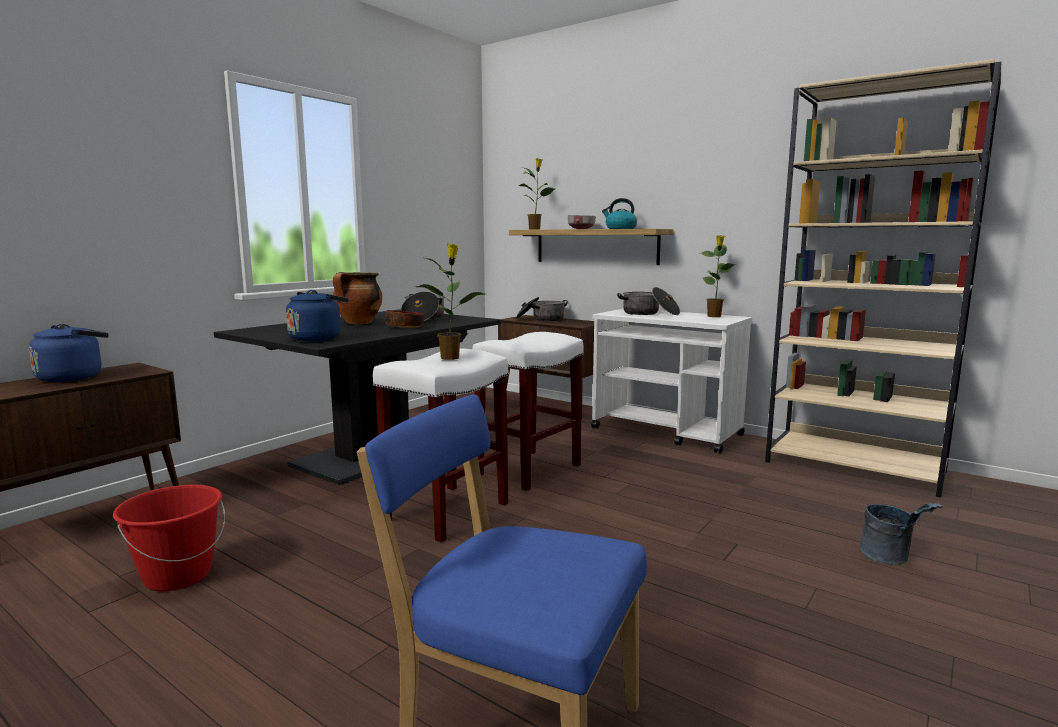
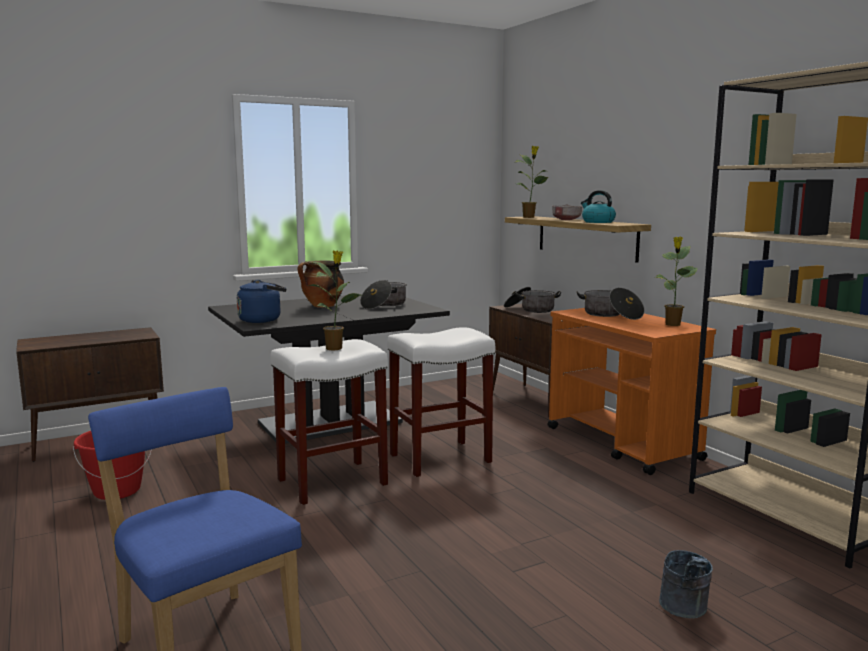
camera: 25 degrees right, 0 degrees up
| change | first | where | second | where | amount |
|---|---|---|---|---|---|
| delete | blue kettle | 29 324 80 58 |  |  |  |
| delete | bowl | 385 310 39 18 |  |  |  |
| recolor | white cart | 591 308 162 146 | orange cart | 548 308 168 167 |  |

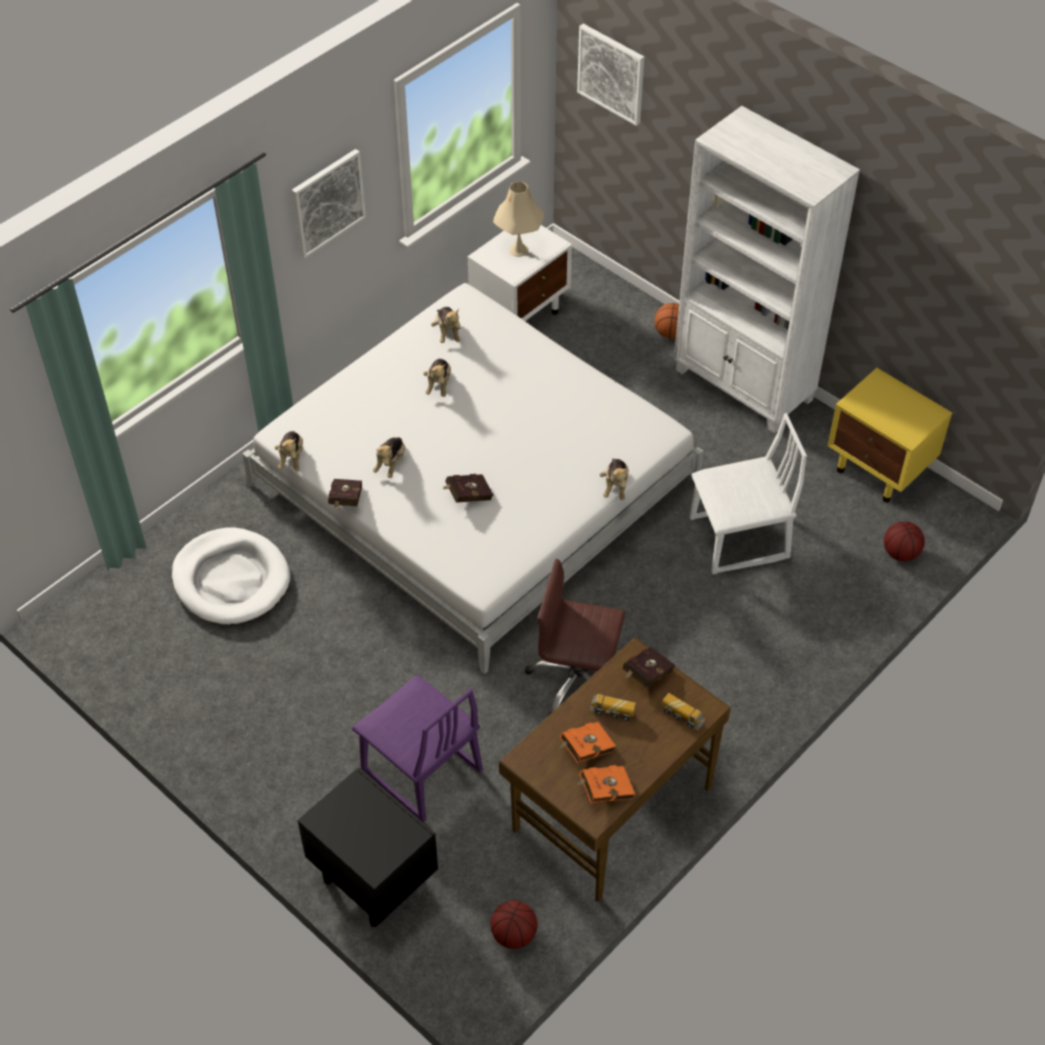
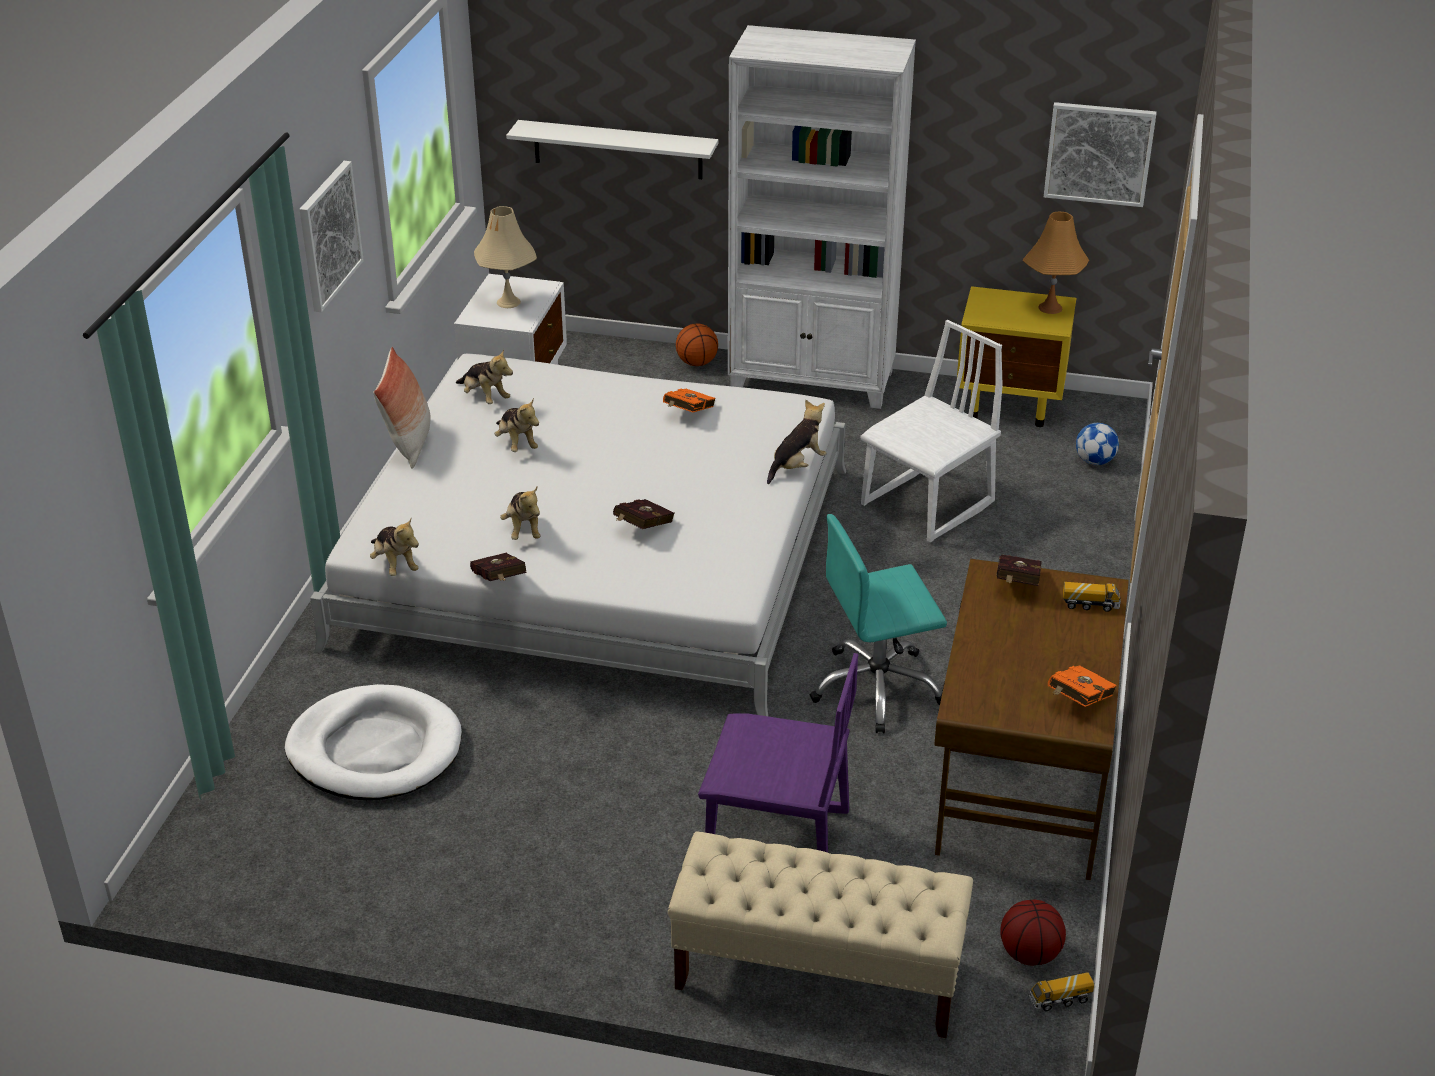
camera: 30 degrees left, 15 degrees down
| change | first | where | second | where | amount |
|---|---|---|---|---|---|
| insert |  |  | pillow | 373 347 58 122 |  |
| insert |  |  | white shelf | 506 120 213 59 |  |
| insert |  |  | orange table lamp | 1023 212 66 102 |  |
| move | orange book | 558 722 58 41 |  | 663 389 53 23 |  |
| move | picture | 577 24 67 102 |  | 1044 102 113 105 |  |
| move | toy truck | 590 694 46 27 |  | 1029 972 65 39 |  |
| replace | black nightstand | 297 767 141 160 | beige bench | 668 831 305 207 |  |
| replace | basketball | 884 521 41 40 | football | 1076 423 43 42 |  |
| recolor | brown office chair | 525 559 100 157 | turquoise office chair | 810 514 137 219 |  |
| rotate | plush toy | 600 459 29 41 |  | 767 400 59 84 | 105 degrees counterclockwise |

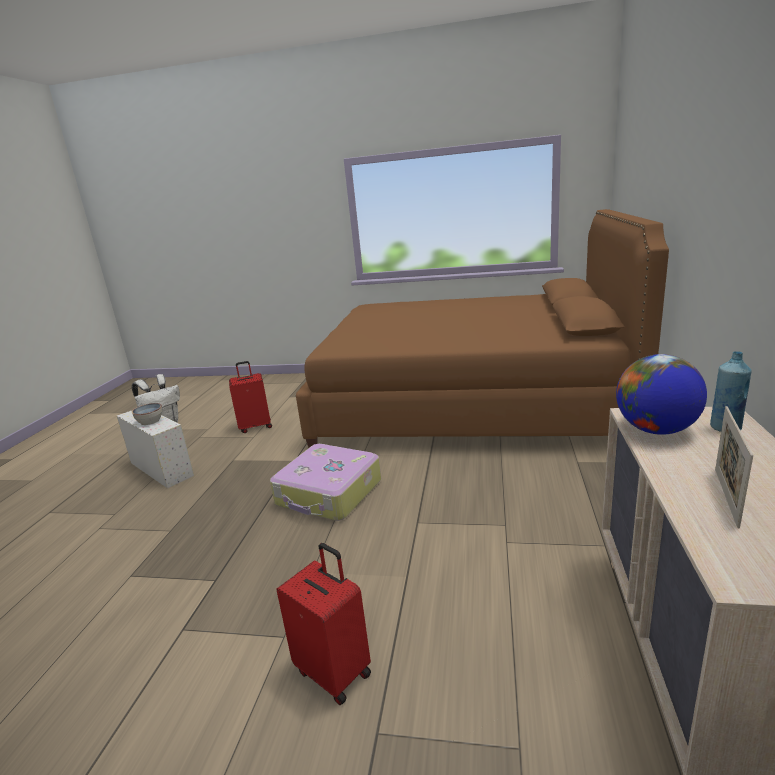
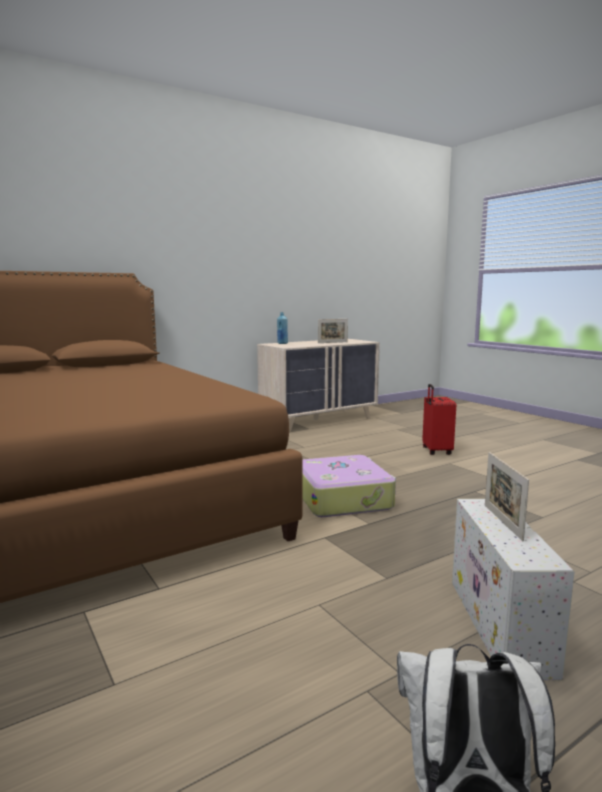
camera: 135 degrees left, 10 degrees down
| change | first | where | second | where | amount |
|---|---|---|---|---|---|
| delete | red suitcase | 229 361 43 72 |  |  |  |
| delete | globe | 616 354 91 81 |  |  |  |
| replace | bowl | 132 403 30 22 | picture frame | 485 452 44 89 |  |

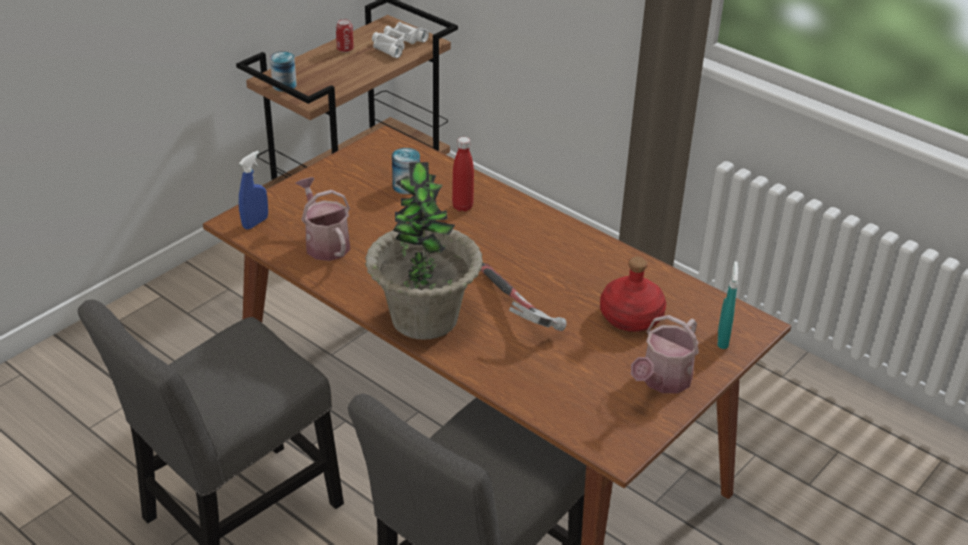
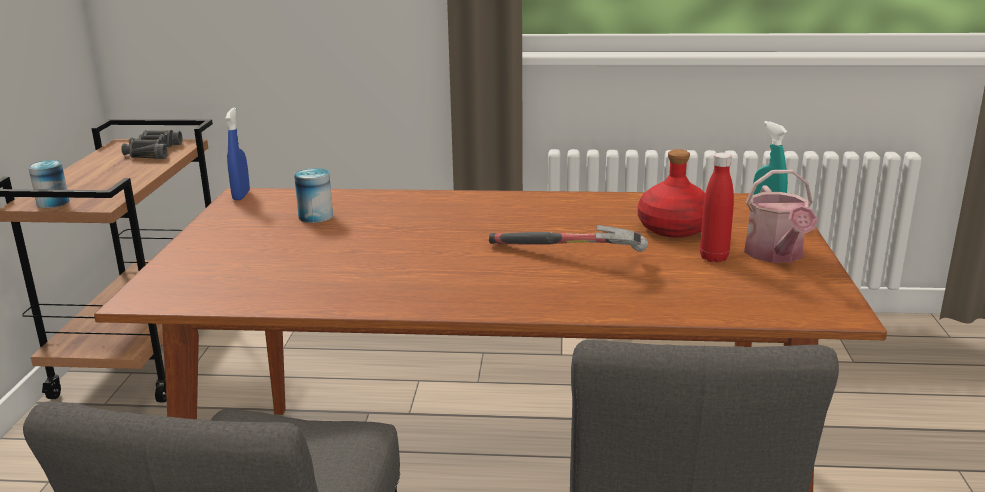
camera: 35 degrees left, 15 degrees down
| change | first | where | second | where | amount |
|---|---|---|---|---|---|
| delete | watering can | 296 177 54 84 |  |  |  |
| delete | can | 336 19 18 33 |  |  |  |
| delete | potted plant | 365 162 118 178 |  |  |  |
| move | blue spray bottle | 239 151 29 78 |  | 225 107 25 93 |  |
| move | red bottle | 452 137 22 75 |  | 700 153 34 109 |  |
| recolor | white binoculars | 372 22 57 36 | black binoculars | 121 130 62 29 |  |

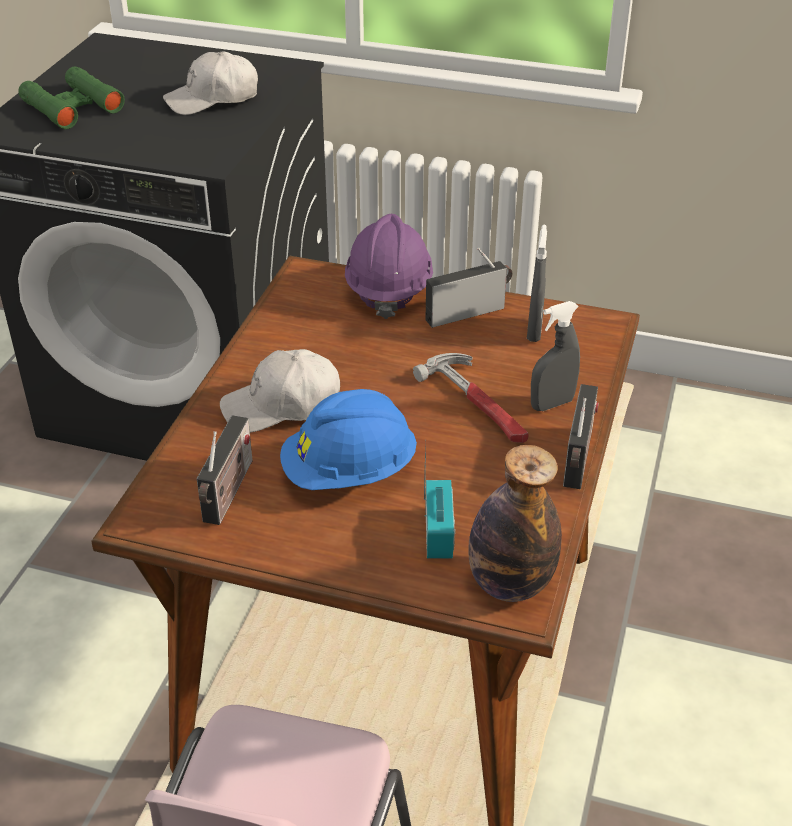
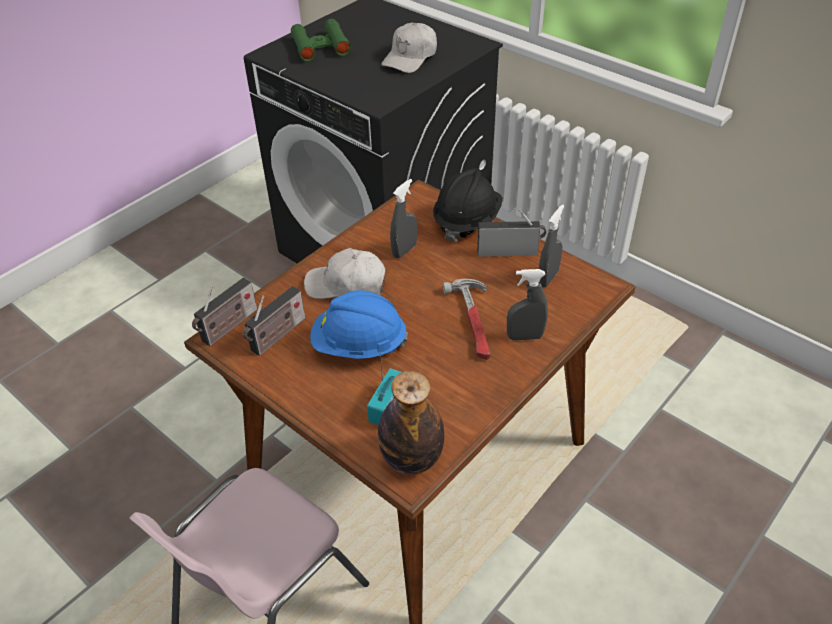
camera: 25 degrees right, 5 degrees up
| change | first | where | second | where | amount |
|---|---|---|---|---|---|
| insert |  |  | grey spray bottle | 390 179 27 79 |  |
| move | radio | 563 384 36 105 |  | 192 278 65 68 |  |
| recolor | purple hard hat | 345 214 88 105 | black hard hat | 433 168 70 74 |  |
| rotate | white cap | 163 51 95 64 |  | 381 23 56 50 | 60 degrees counterclockwise |

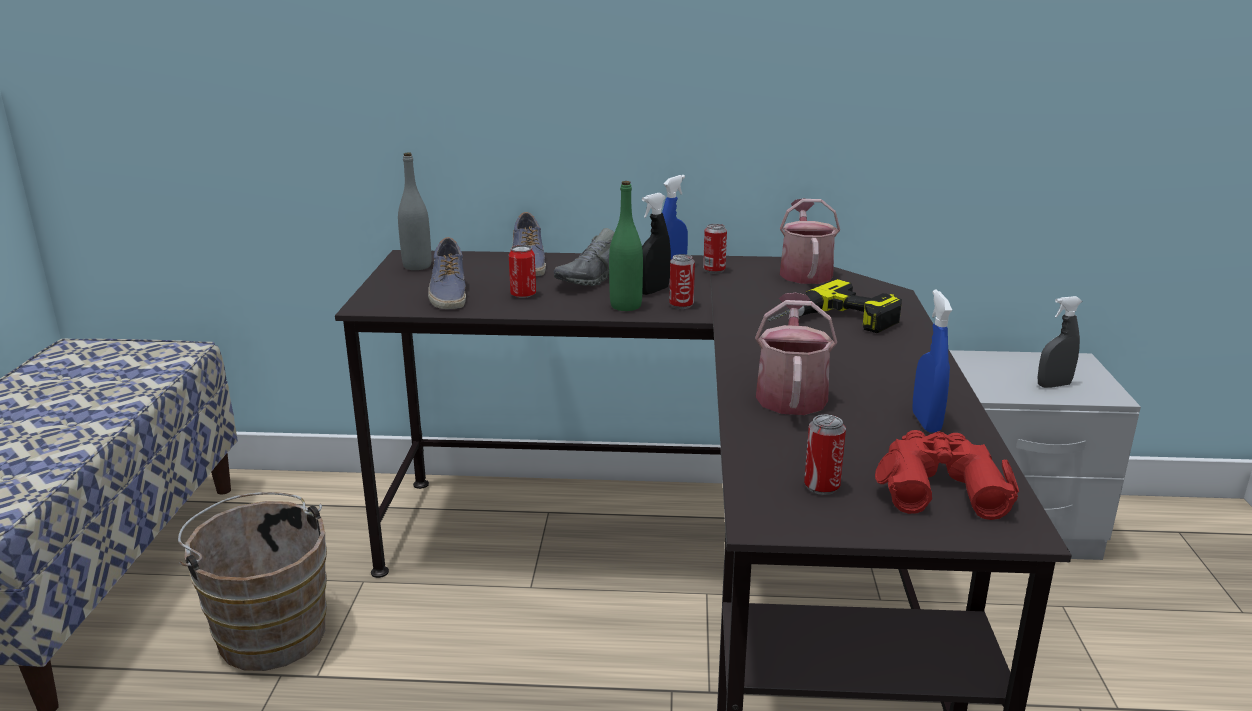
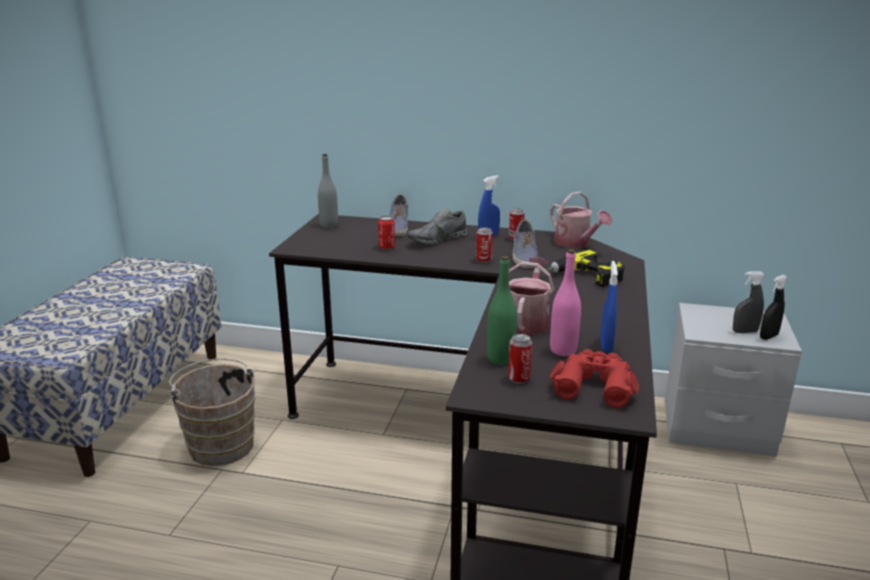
camera: 10 degrees right, 0 degrees up
| change | first | where | second | where | amount |
|---|---|---|---|---|---|
| insert |  |  | pink bottle | 550 249 31 107 |  |
| move | shoe | 428 237 38 72 |  | 513 220 25 48 |  |
| move | green bottle | 609 181 34 130 |  | 487 256 30 109 |  |
| move | black spray bottle | 642 193 29 102 |  | 760 275 27 65 |  |
| rotate | watering can | 780 198 60 86 |  | 550 191 62 57 | 135 degrees clockwise |

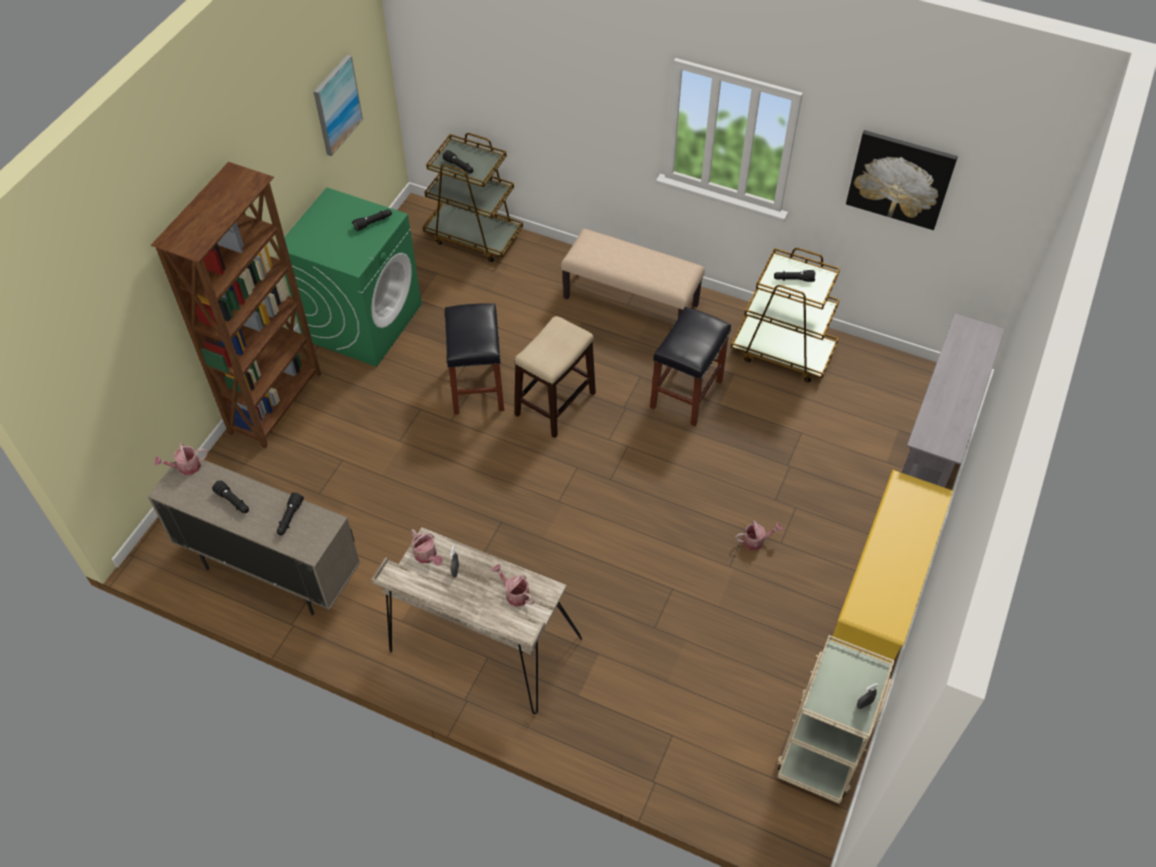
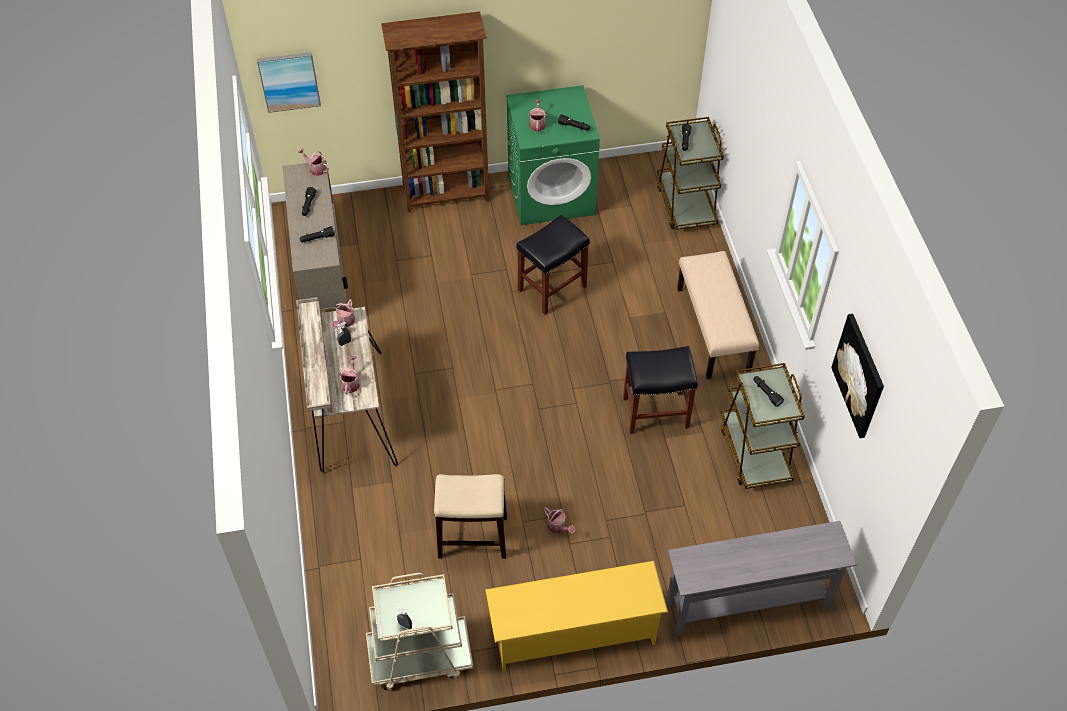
camera: 55 degrees right, 0 degrees up
| change | first | where | second | where | amount |
|---|---|---|---|---|---|
| insert |  |  | watering can | 529 100 18 32 |  |
| move | picture | 313 55 50 101 |  | 257 52 64 61 |  |
| move | stool | 514 316 82 122 |  | 434 474 73 85 |  |

